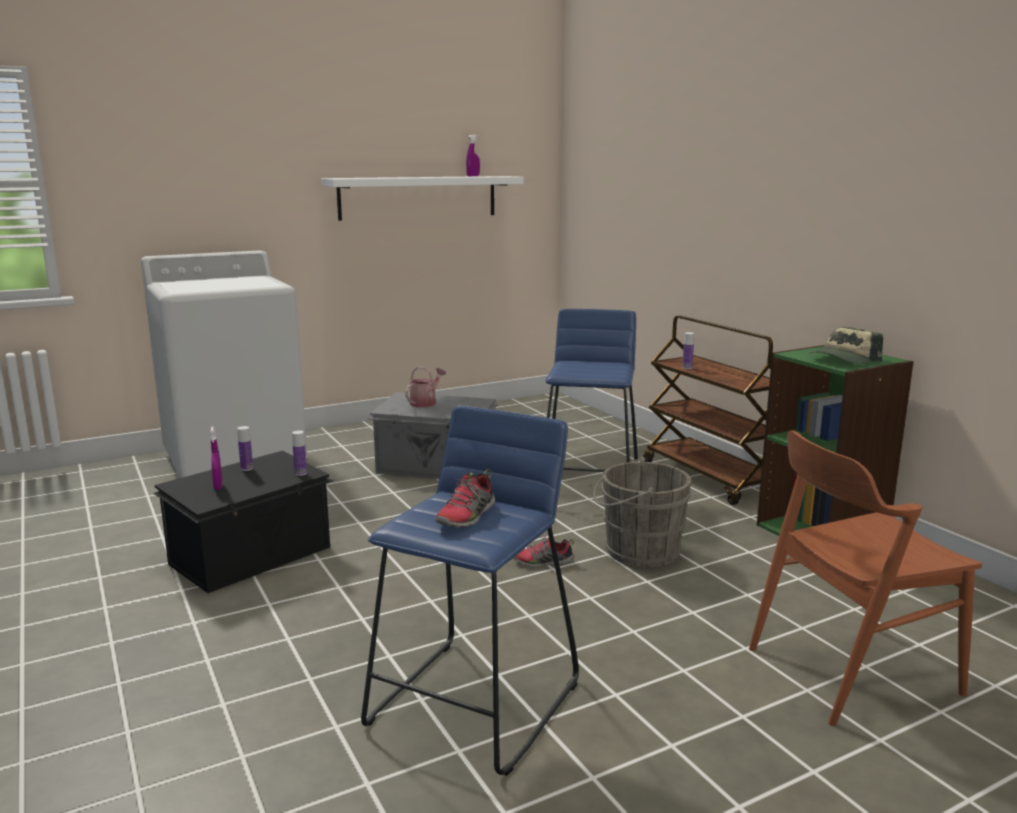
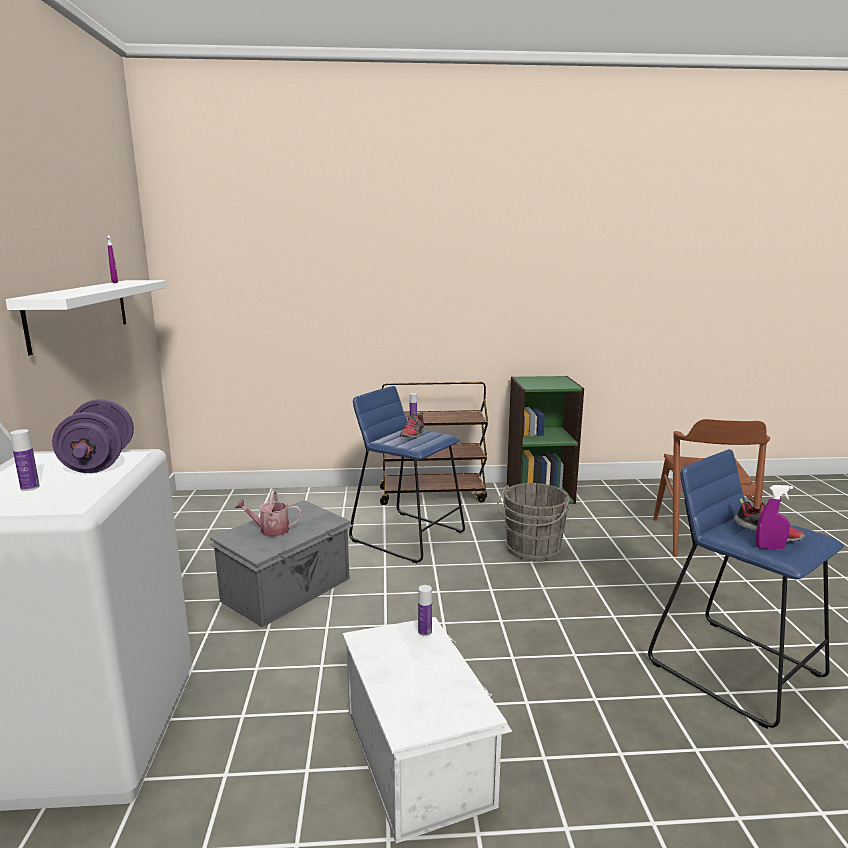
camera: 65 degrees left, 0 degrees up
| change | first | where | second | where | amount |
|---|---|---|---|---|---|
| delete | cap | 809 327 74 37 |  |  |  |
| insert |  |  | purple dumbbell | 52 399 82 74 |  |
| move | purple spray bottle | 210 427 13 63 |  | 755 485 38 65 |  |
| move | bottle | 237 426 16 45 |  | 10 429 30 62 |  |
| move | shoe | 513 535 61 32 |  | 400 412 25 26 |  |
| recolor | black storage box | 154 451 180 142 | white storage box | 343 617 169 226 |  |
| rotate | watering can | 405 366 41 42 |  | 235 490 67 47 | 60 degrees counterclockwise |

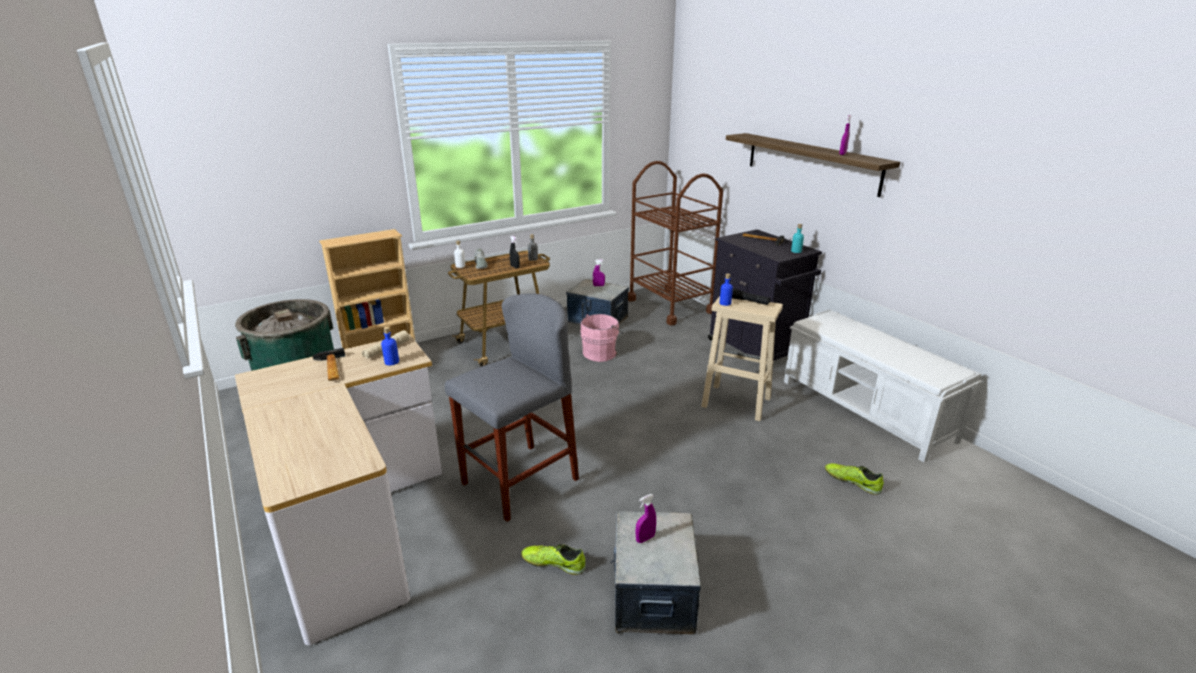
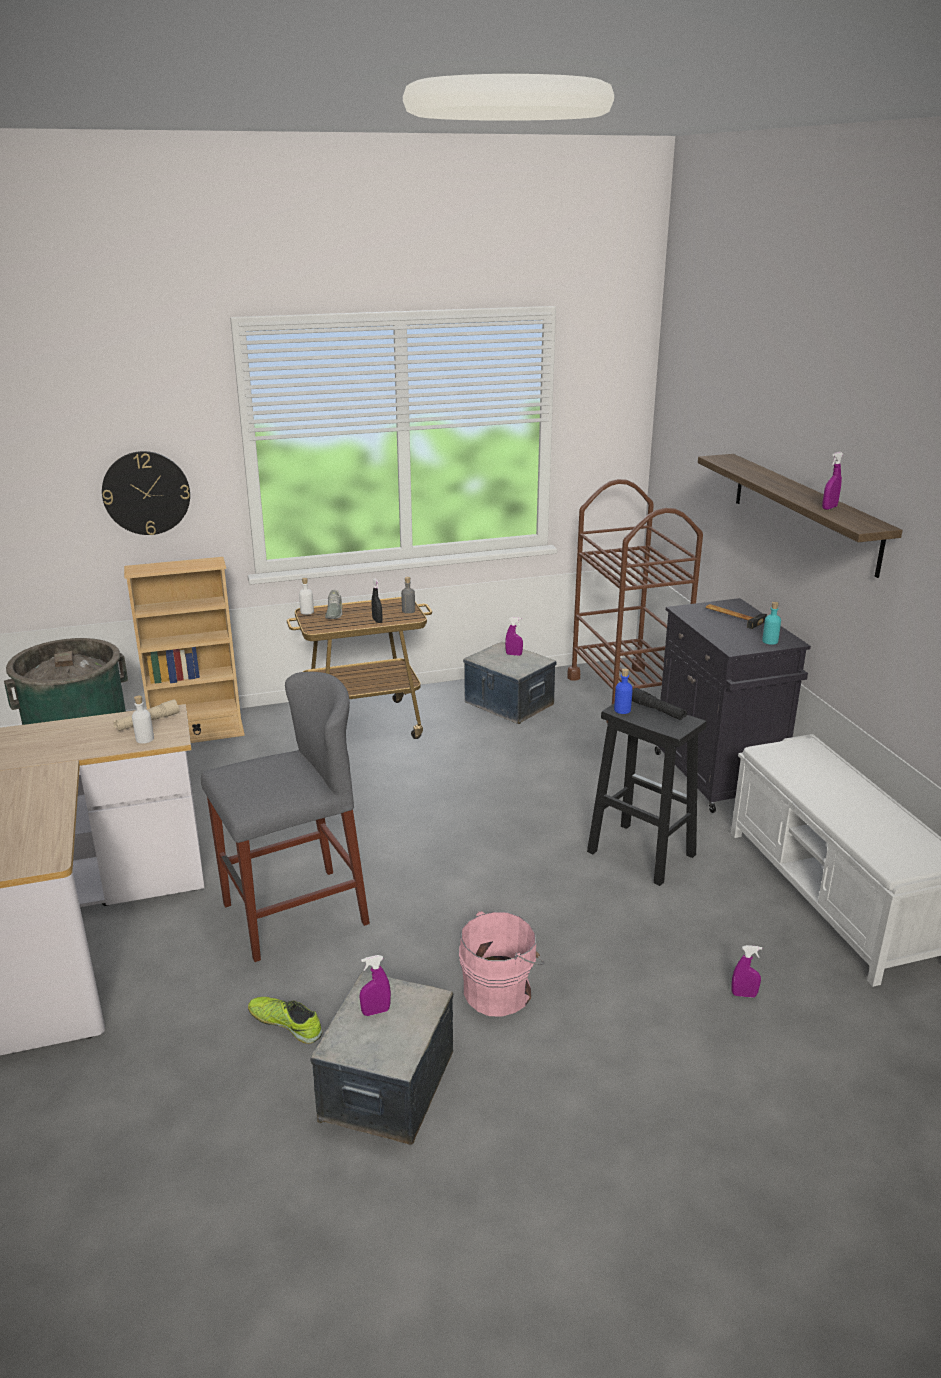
camera: 15 degrees right, 0 degrees up
| change | first | where | second | where | amount |
|---|---|---|---|---|---|
| delete | hammer | 312 348 33 33 |  |  |  |
| insert |  |  | wall clock | 102 451 88 84 |  |
| move | pink bucket | 580 314 43 48 |  | 459 911 85 105 |  |
| replace | shoe | 825 463 59 32 | purple spray bottle | 731 945 31 53 |  |
| recolor | blue bottle | 381 327 18 38 | white bottle | 132 695 22 49 |  |
| recolor | beige stool | 701 296 82 125 | black stool | 587 701 120 185 |  |

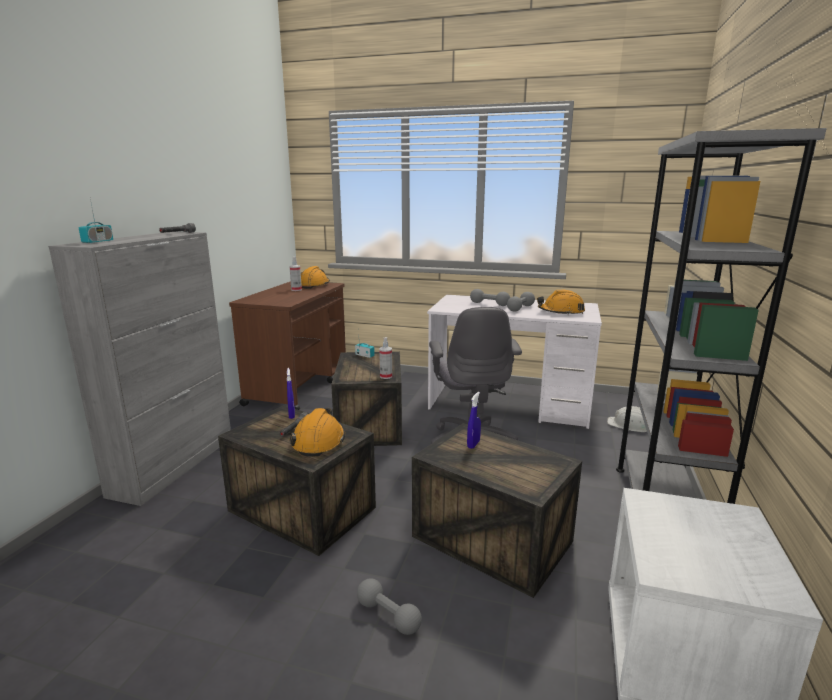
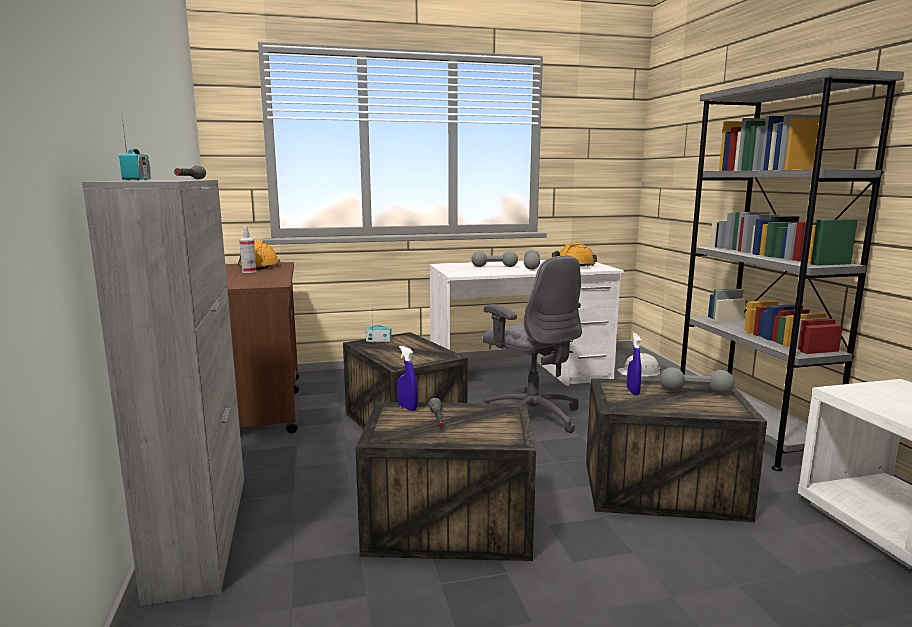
camera: 30 degrees left, 5 degrees down
| change | first | where | second | where | amount |
|---|---|---|---|---|---|
| delete | orange hard hat | 289 408 56 49 |  |  |  |
| delete | spray bottle | 379 337 13 42 |  |  |  |
| move | grey dumbbell | 357 578 65 57 |  | 660 367 74 27 |  |

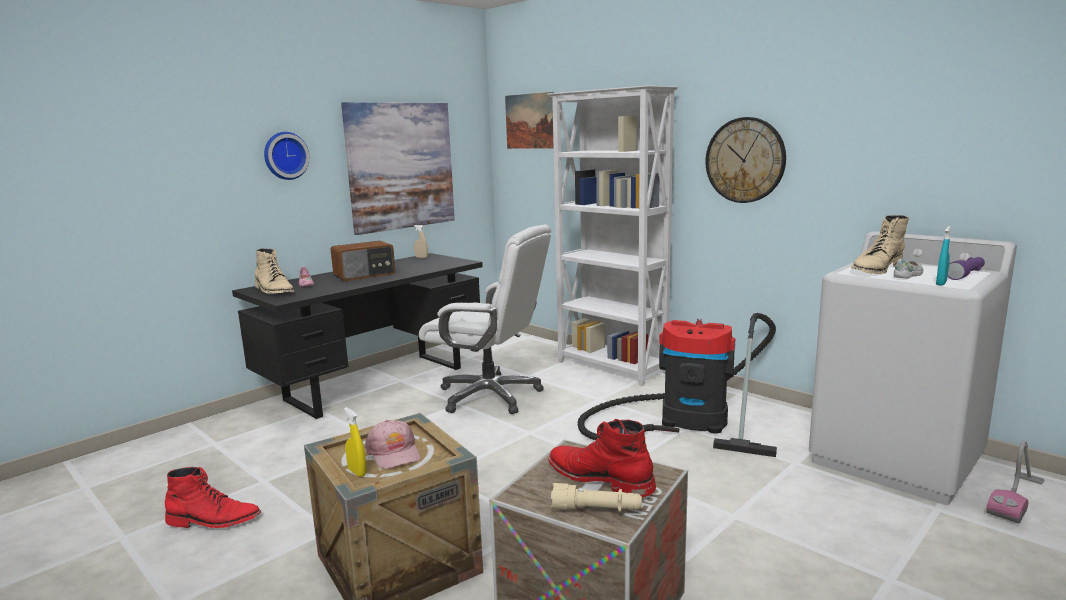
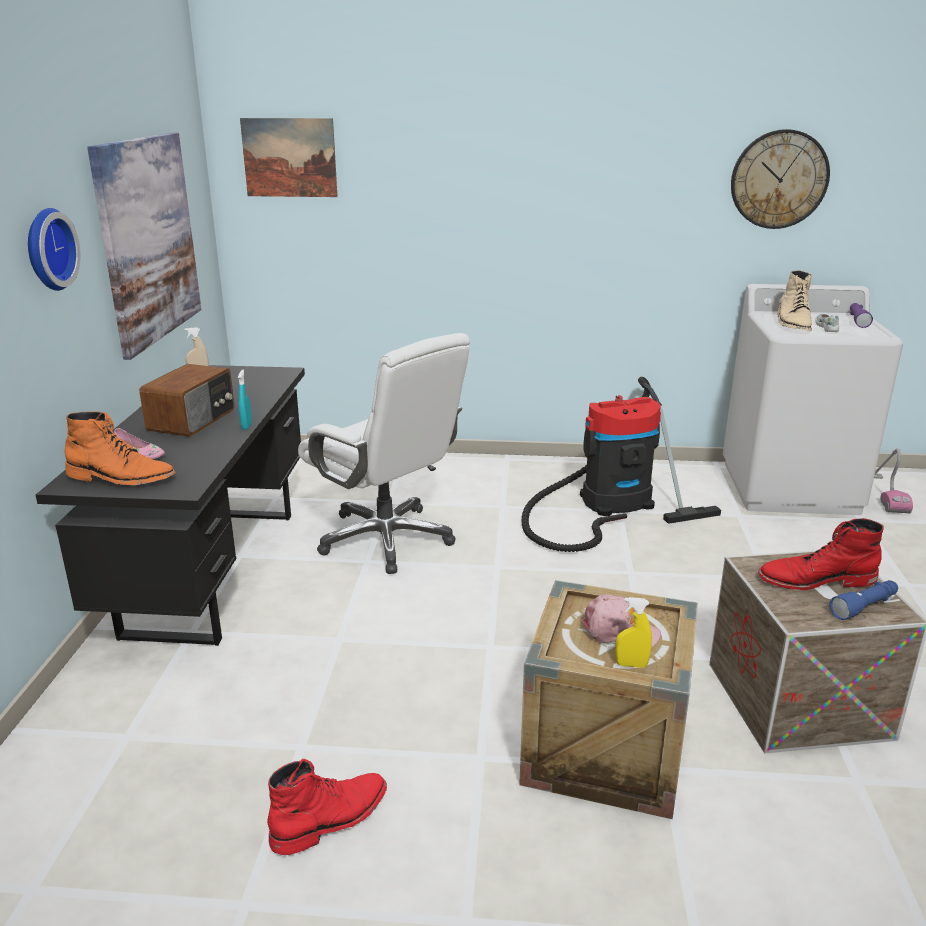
camera: 40 degrees left, 10 degrees up
| change | first | where | second | where | amount |
|---|---|---|---|---|---|
| delete | white bookcase | 547 86 131 300 |  |  |  |
| move | wall clock | 705 117 81 86 |  | 731 129 99 100 |  |
| move | turquoise spray bottle | 936 226 15 60 |  | 238 369 14 61 |  |
| recolor | beige boot | 255 248 40 46 | orange boot | 65 411 111 74 |  |
| recolor | beige flashlight | 551 483 91 29 | blue flashlight | 829 580 69 40 |  |
| rotate | white office chair | 419 225 132 189 |  | 298 333 172 241 | 60 degrees clockwise |

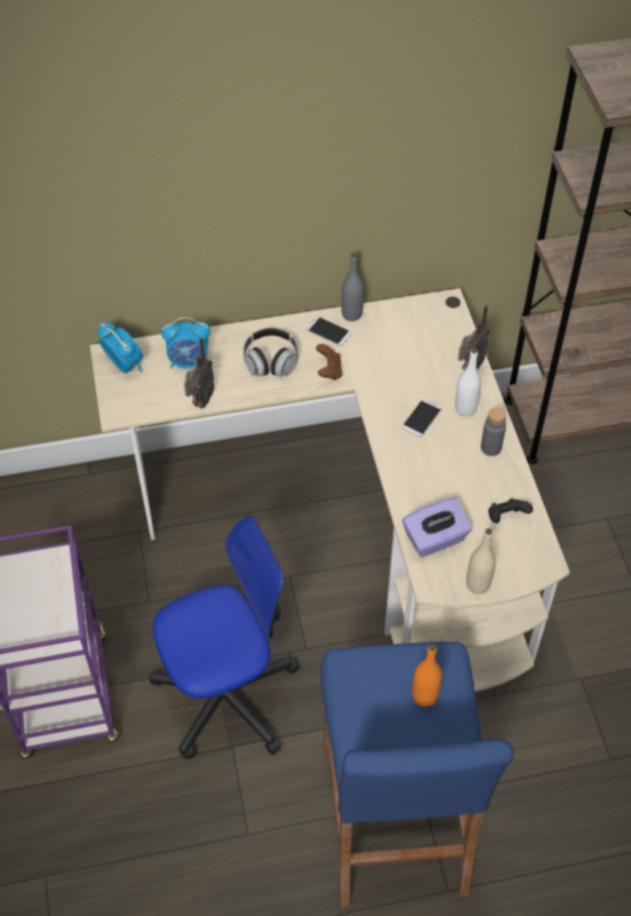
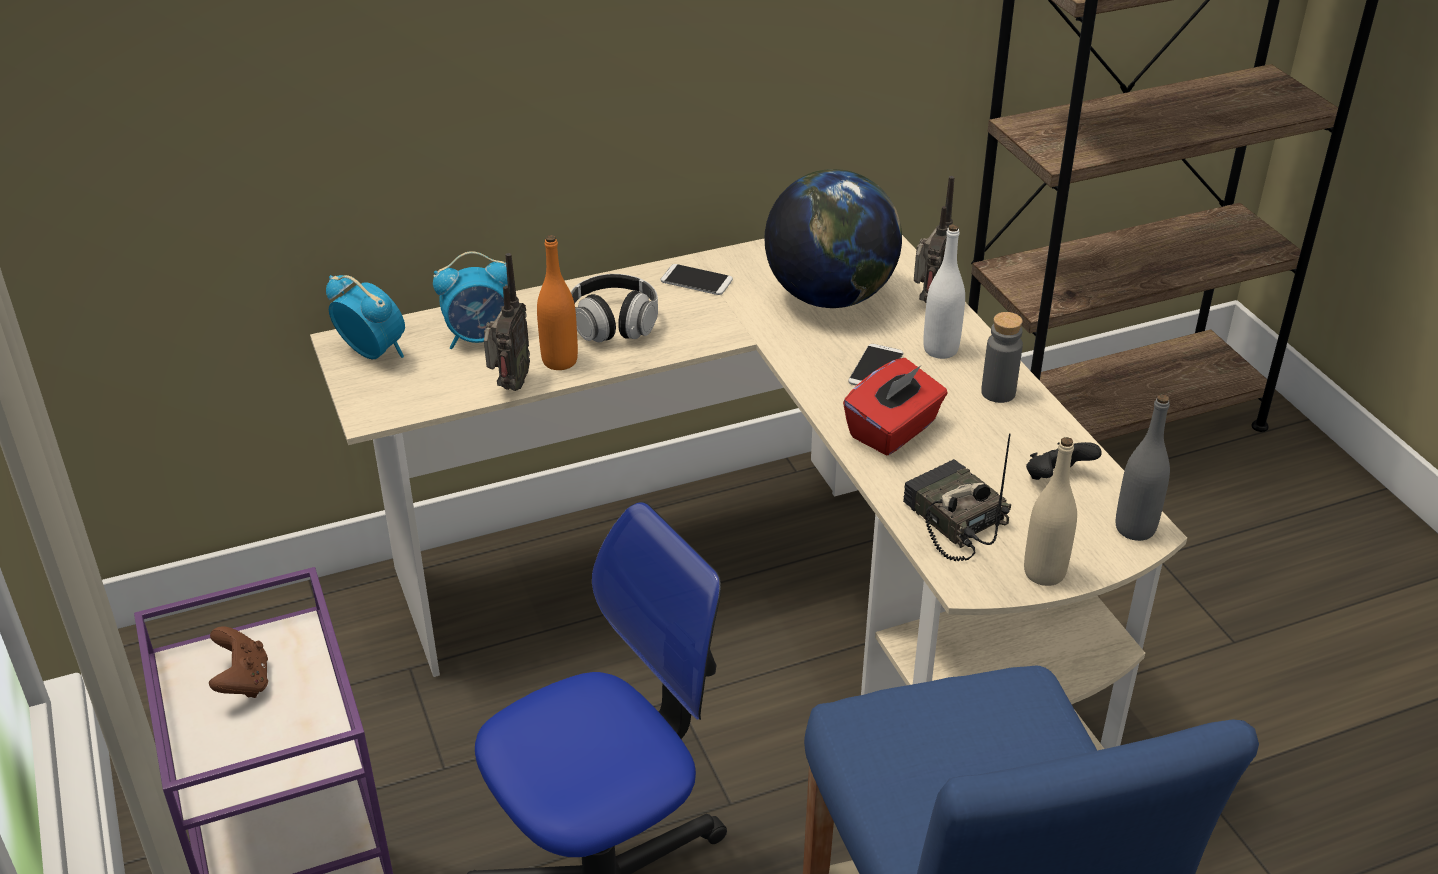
camera: 10 degrees left, 15 degrees down
| change | first | where | second | where | amount |
|---|---|---|---|---|---|
| insert |  |  | globe | 764 169 138 139 |  |
| insert |  |  | red tissue box | 843 358 105 98 |  |
| move | brown game controller | 316 344 26 36 |  | 209 626 59 72 |  |
| move | grey bottle | 341 252 23 69 |  | 1116 394 54 147 |  |
| move | orange bottle | 412 644 30 63 |  | 537 235 41 135 |  |
| replace | purple tissue box | 403 498 69 59 | radio | 903 433 108 129 |  |

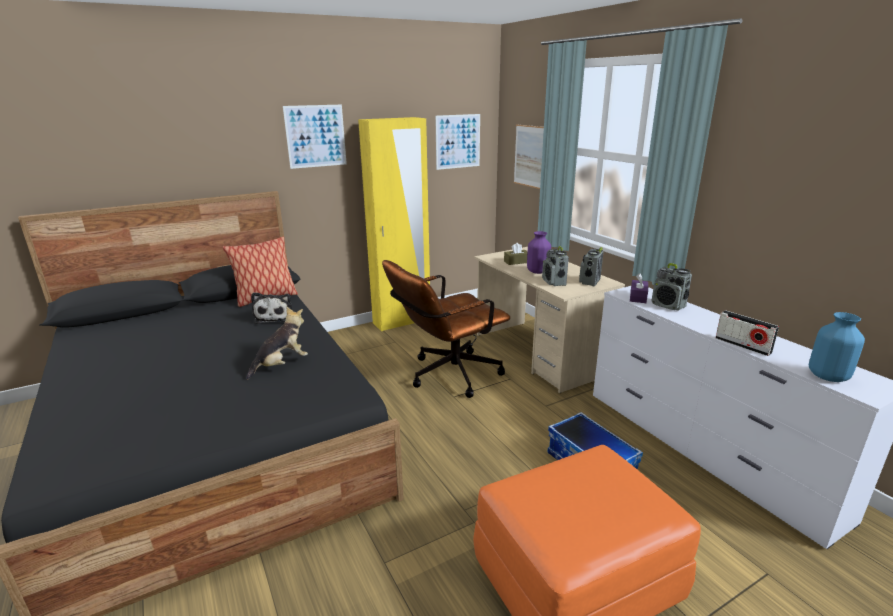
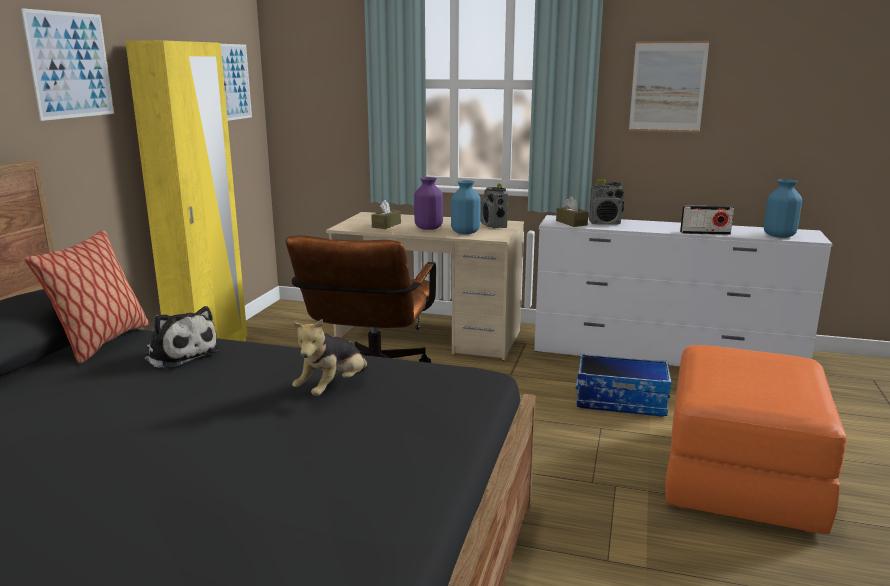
camera: 45 degrees left, 5 degrees down
| change | first | where | second | where | amount |
|---|---|---|---|---|---|
| move | picture | 514 124 30 65 |  | 629 41 81 91 |  |
| replace | radio | 542 246 27 40 | blue vase | 451 180 30 54 |  |
| recolor | purple tissue box | 630 274 18 29 | brown tissue box | 556 196 32 31 |  |
| rotate | plush toy | 246 307 62 73 |  | 292 319 76 77 | 150 degrees counterclockwise |

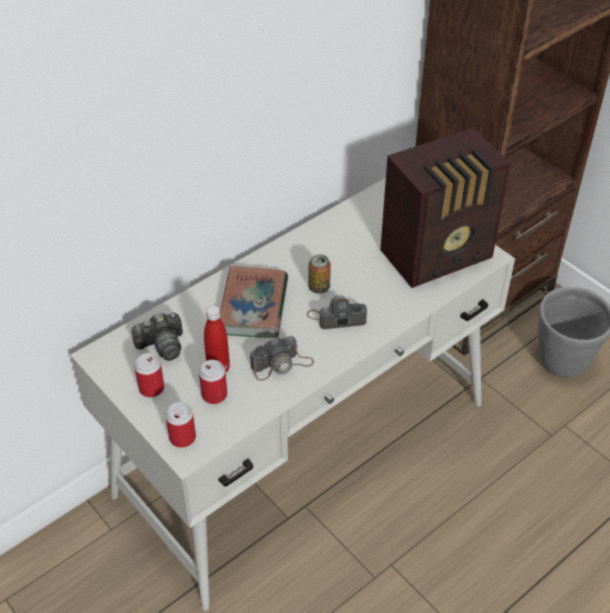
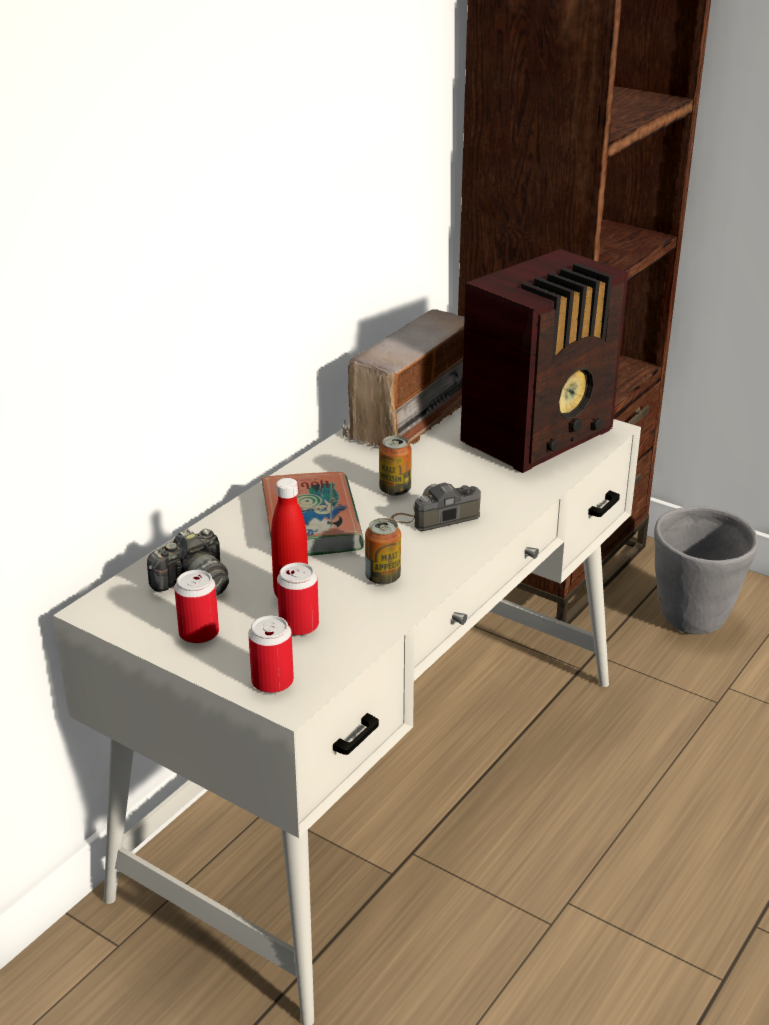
camera: 15 degrees left, 15 degrees down
| change | first | where | second | where | amount |
|---|---|---|---|---|---|
| insert |  |  | radio | 342 309 123 138 |  |
| replace | photo camera | 250 336 64 45 | can | 365 518 36 67 |  |

